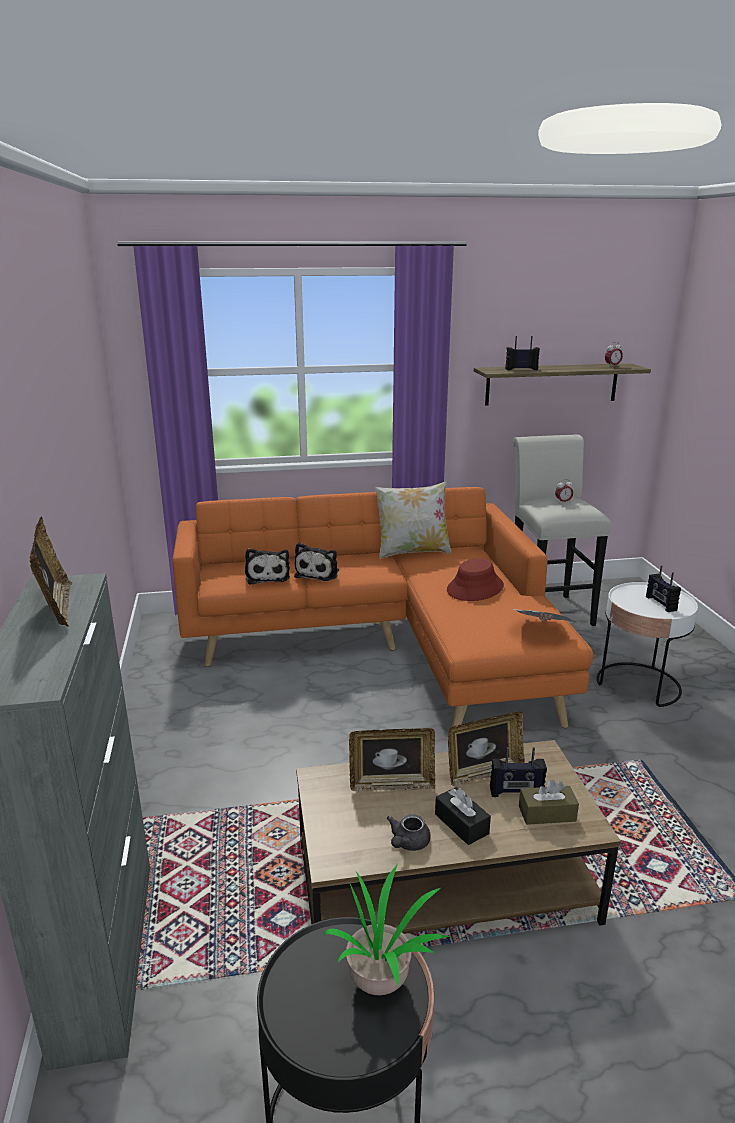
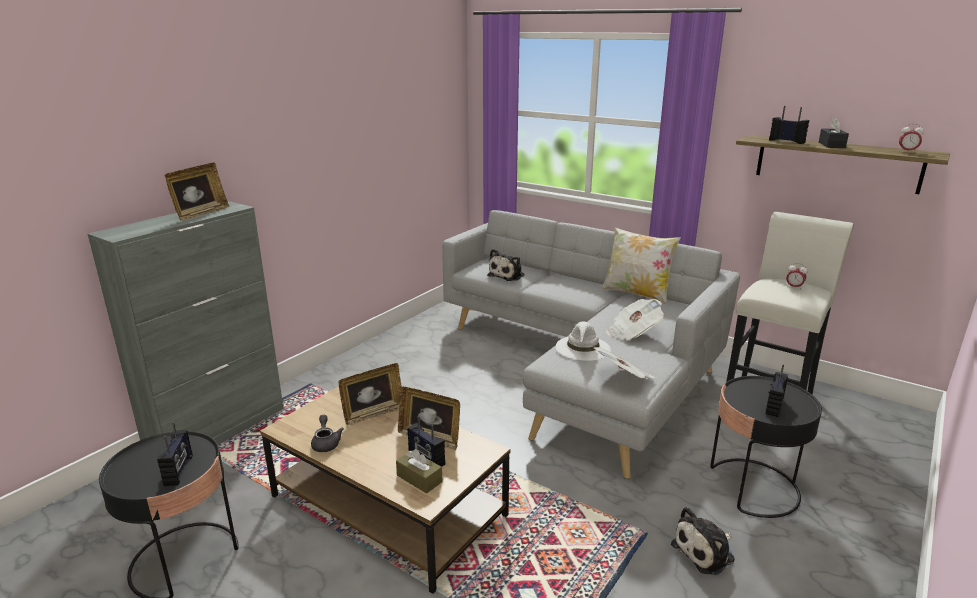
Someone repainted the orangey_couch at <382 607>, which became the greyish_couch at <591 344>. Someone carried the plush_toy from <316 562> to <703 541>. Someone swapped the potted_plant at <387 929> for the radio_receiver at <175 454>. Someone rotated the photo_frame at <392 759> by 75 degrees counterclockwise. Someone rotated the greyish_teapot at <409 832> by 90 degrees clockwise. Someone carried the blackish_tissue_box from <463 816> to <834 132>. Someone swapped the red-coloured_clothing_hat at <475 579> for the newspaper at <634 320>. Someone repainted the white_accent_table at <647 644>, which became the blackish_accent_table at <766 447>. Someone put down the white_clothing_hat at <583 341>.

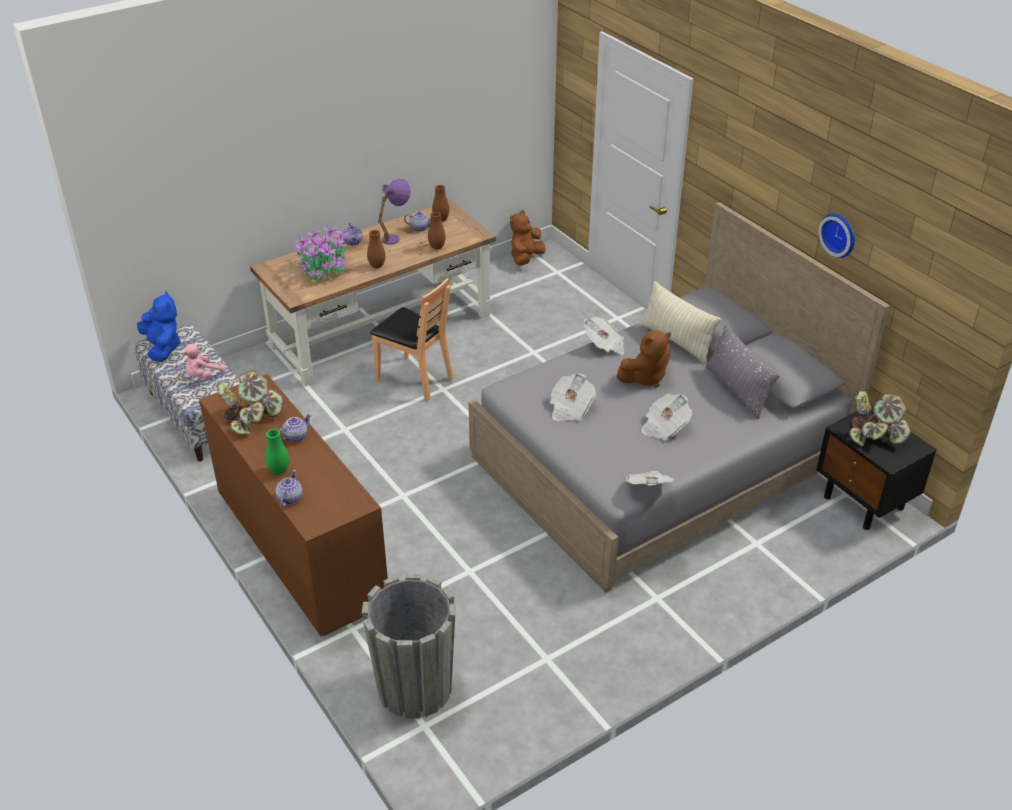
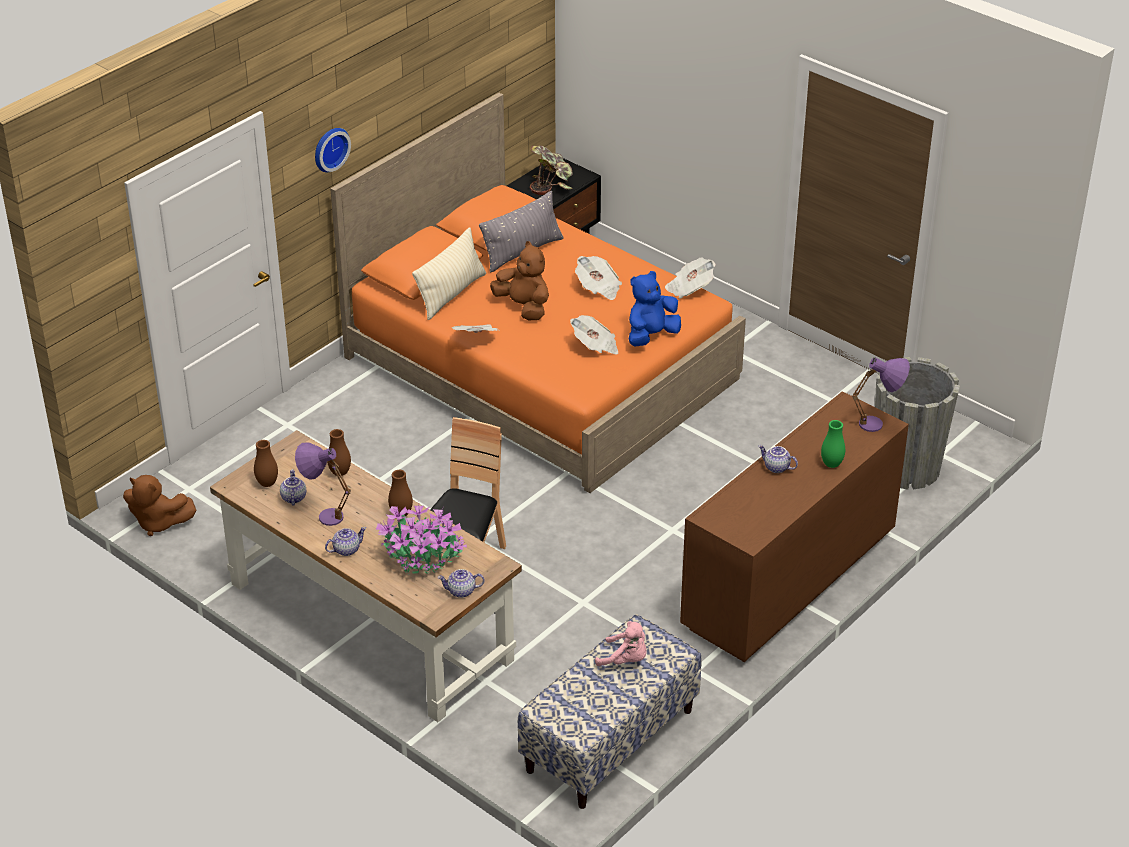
Someone carried the blue-coloured_plush_toy from <159 326> to <655 309>. Someone took away the potted_plant at <251 403>. Someone carried the teapot from <289 488> to <461 583>. Someone repainted the greyish_bedroom_bed at <679 397>, which became the orangey_bedroom_bed at <538 293>. Someone carried the wall_clock from <836 235> to <333 150>. Someone put down the purple-coloured_lamp_for_a_table at <881 395>.

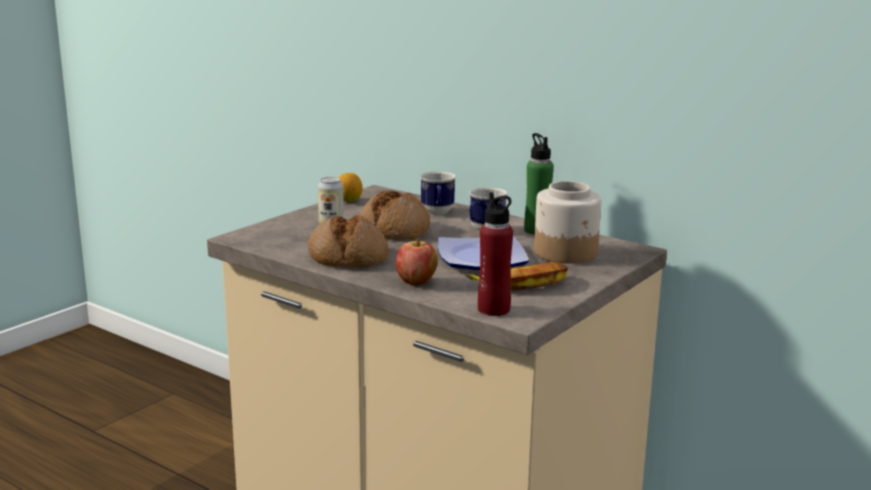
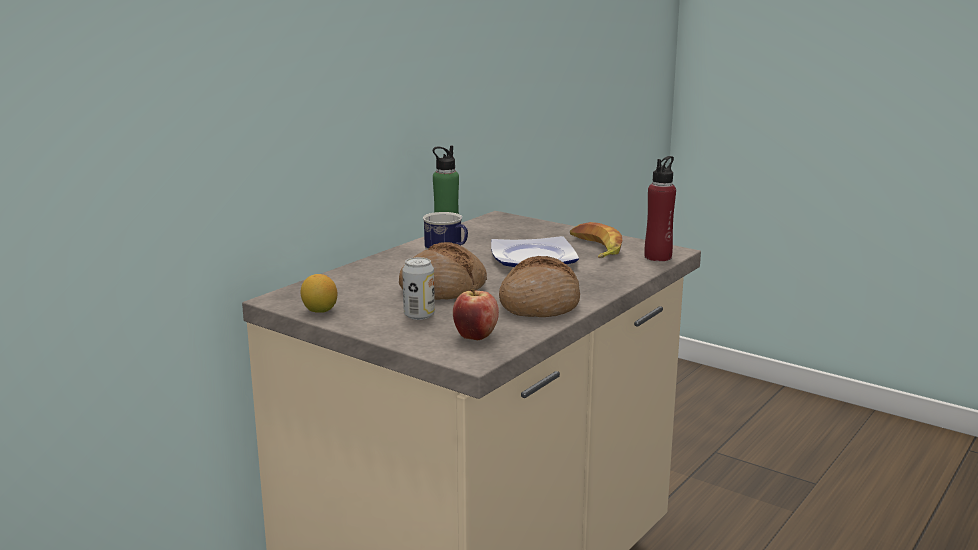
Someone carried the apple_fruit from <417 262> to <476 314>. Someone took away the coffee_mug at <438 193>. Someone took away the preserve_jar at <567 222>.

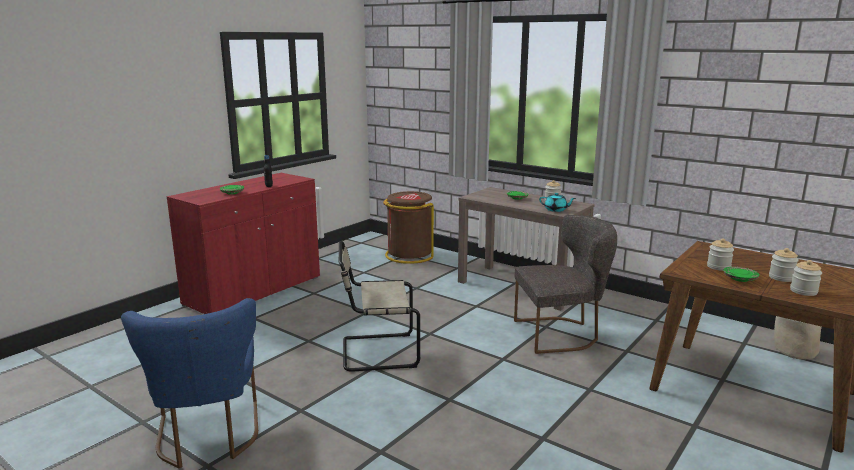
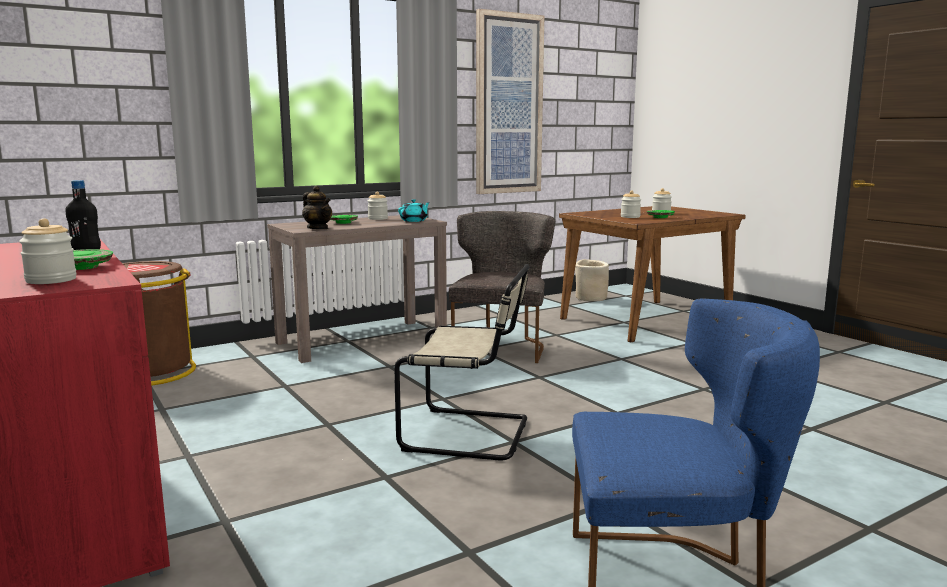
Someone rotated the beige_upright_chair at <379 306> by 90 degrees counterclockwise. Someone carried the preserve_jar from <806 278> to <48 251>. Someone put down the teapot at <317 207>. Someone put up the wall_art at <510 101>.

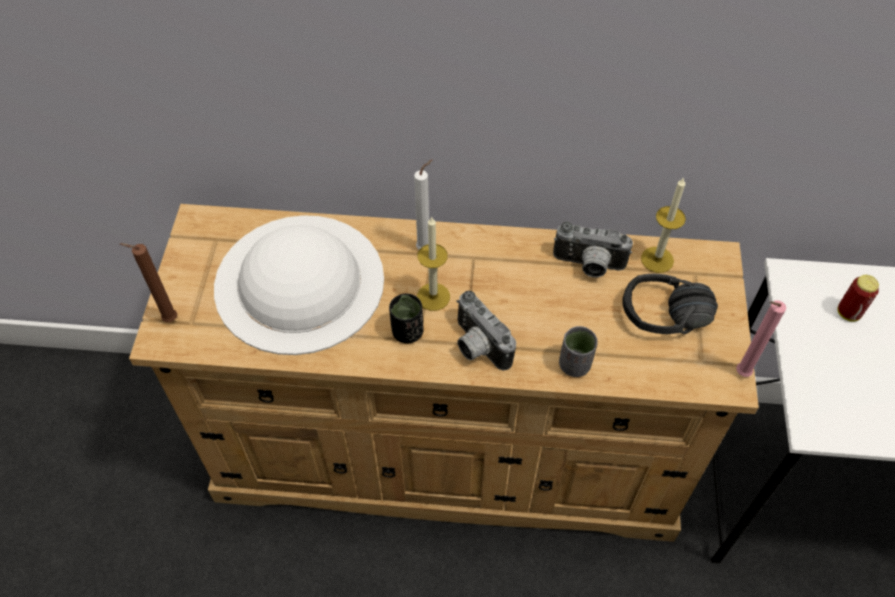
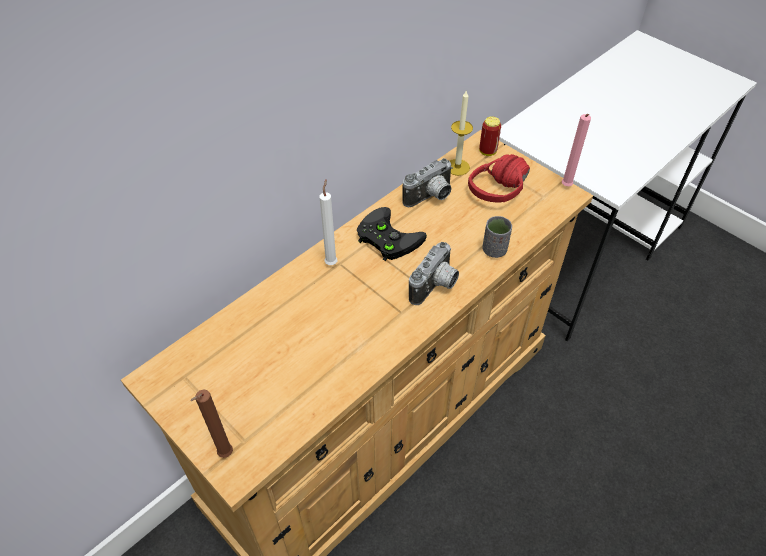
Someone took away the white_clothing_hat at <299 285>. Someone took away the blackish_drinking_cup at <406 318>. Someone took away the candle at <433 263>. Someone rotated the still_camera at <486 330> by 60 degrees counterclockwise. Someone repainted the blackish_headset at <670 304>, which became the red-coloured_headset at <499 178>. Someone carried the sealed_can from <858 298> to <490 136>. Someone put down the blackish_joypad at <392 234>.

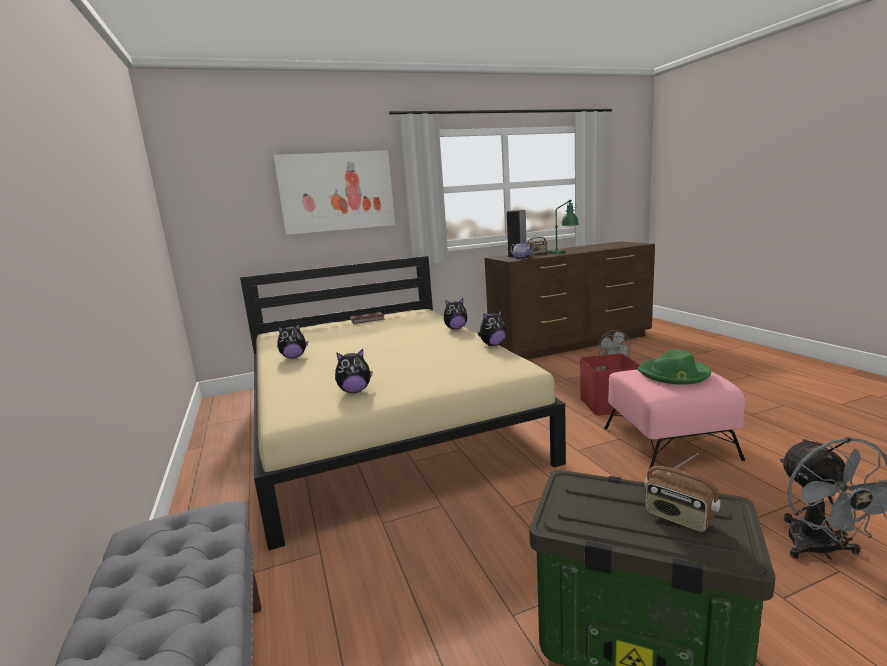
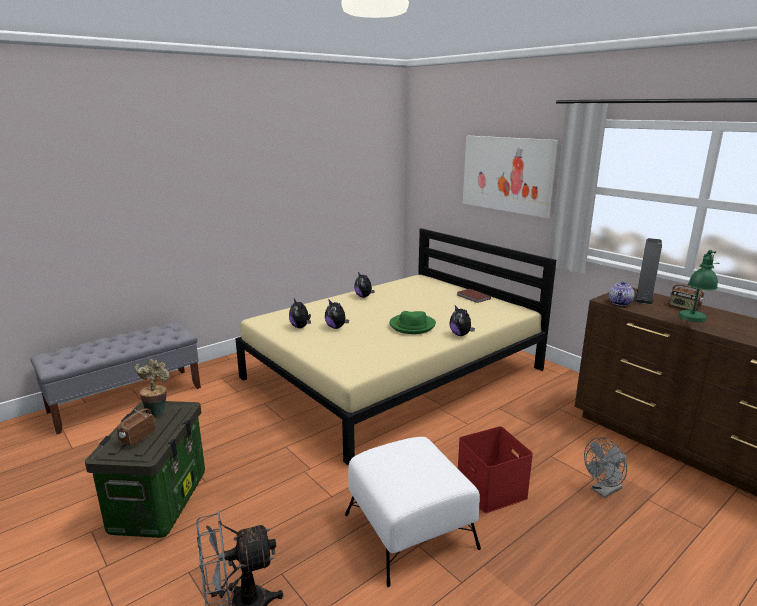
Someone carried the plush_toy from <492 327> to <337 314>. Someone repainted the pink_pouffe at <674 419>, which became the white_pouffe at <413 512>. Someone carried the green_clothing_hat from <674 367> to <412 322>. Someone put down the potted_plant at <152 388>.

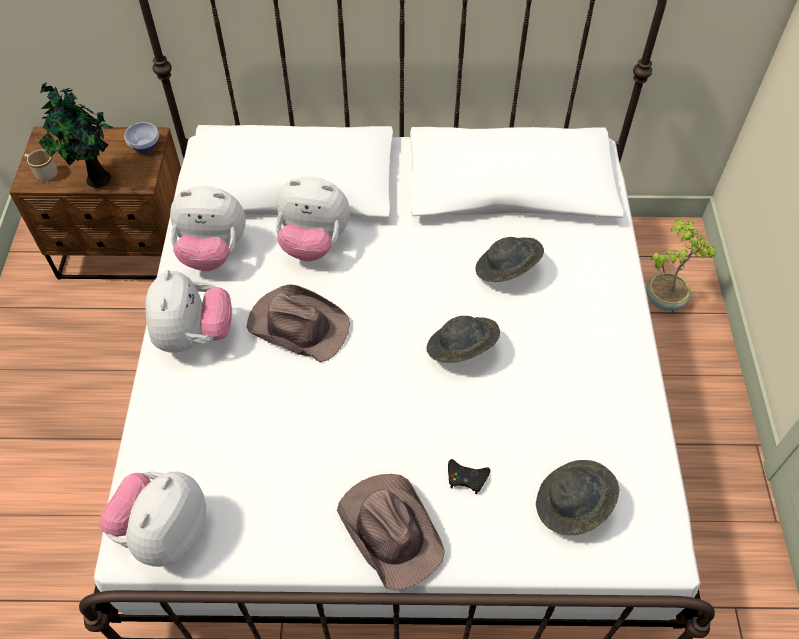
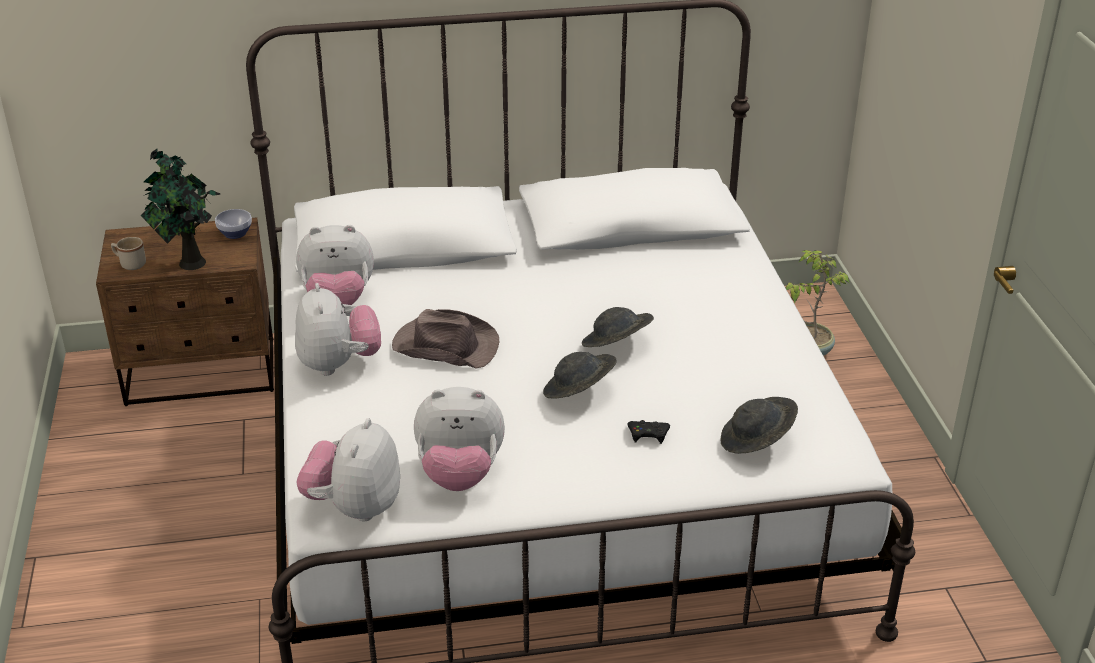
Someone carried the plush_toy from <313 218> to <459 439>. Someone took away the brown_clothing_hat at <391 532>. Someone carried the greyish_clothing_hat from <509 259> to <579 375>.

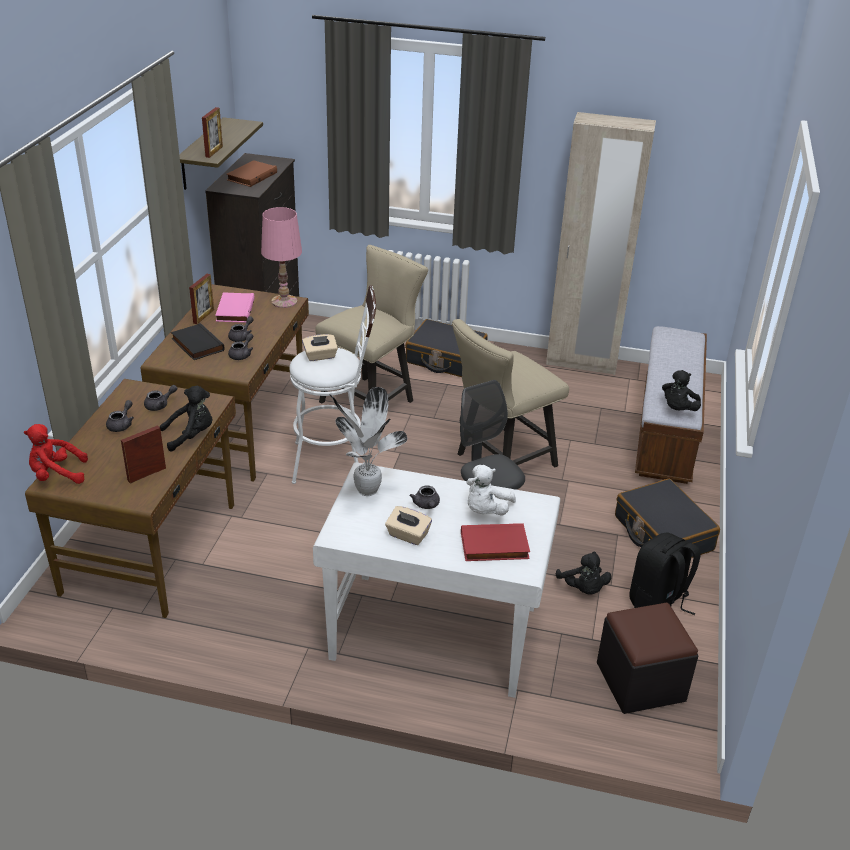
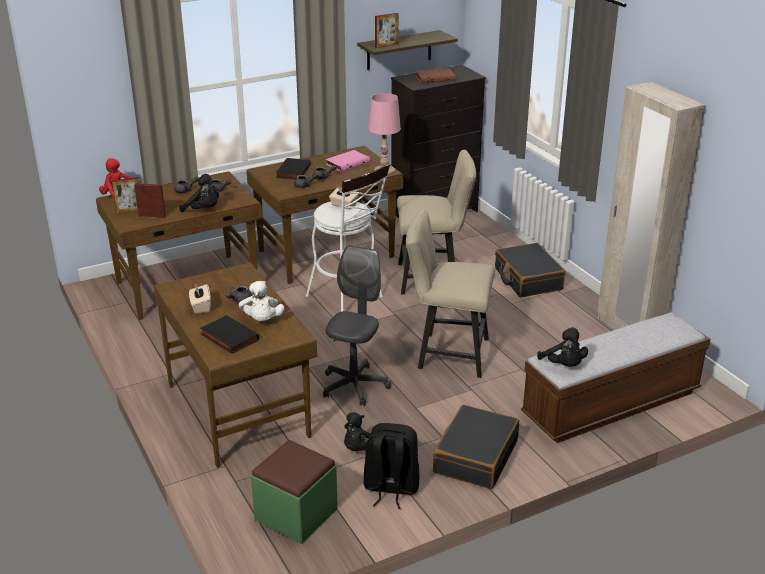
Someone carried the photo_frame from <201 299> to <126 195>. Someone repainted the white_desk at <436 580>, which became the brown_desk at <235 365>. Someone took away the potted_plant at <368 441>. Someone repainted the red-coloured_volume at <495 542>, which became the blackish_volume at <229 334>. Someone rotated the white_plush_toy at <491 490> by 90 degrees counterclockwise. Someone repainted the blackish_pouffe at <647 658>, which became the green_pouffe at <294 492>. Someone rotated the blackish_plush_toy at <681 390> by 105 degrees counterclockwise.

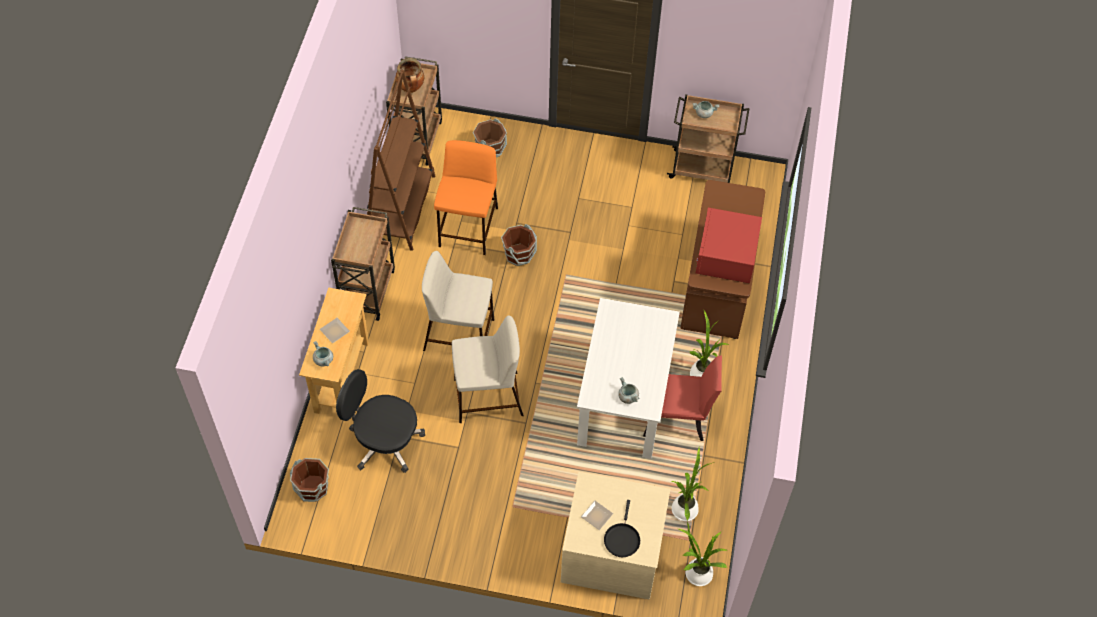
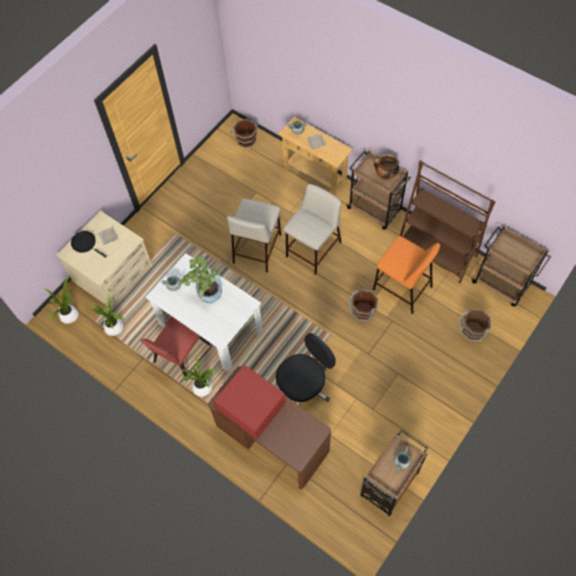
Someone carried the blackish_computer_chair from <380 421> to <306 369>. Someone carried the cooking_pot from <409 75> to <386 166>. Someone put down the potted_plant at <201 279>.

